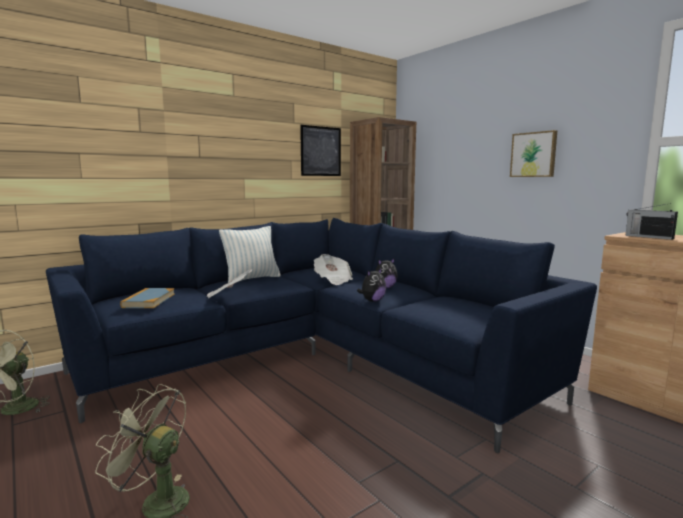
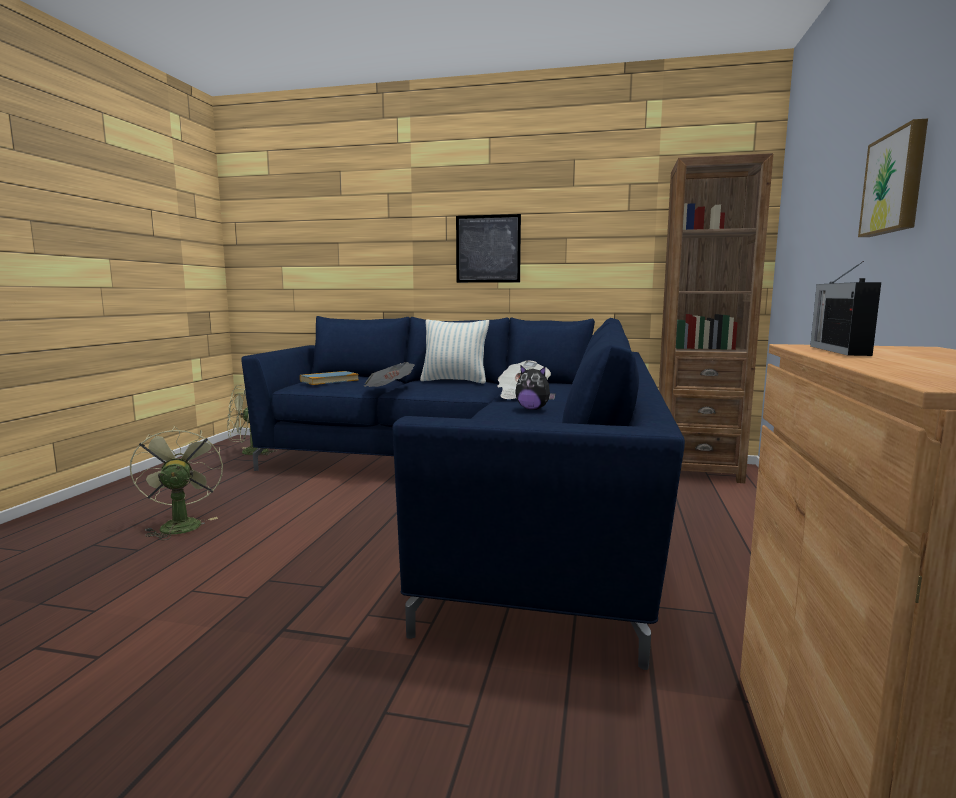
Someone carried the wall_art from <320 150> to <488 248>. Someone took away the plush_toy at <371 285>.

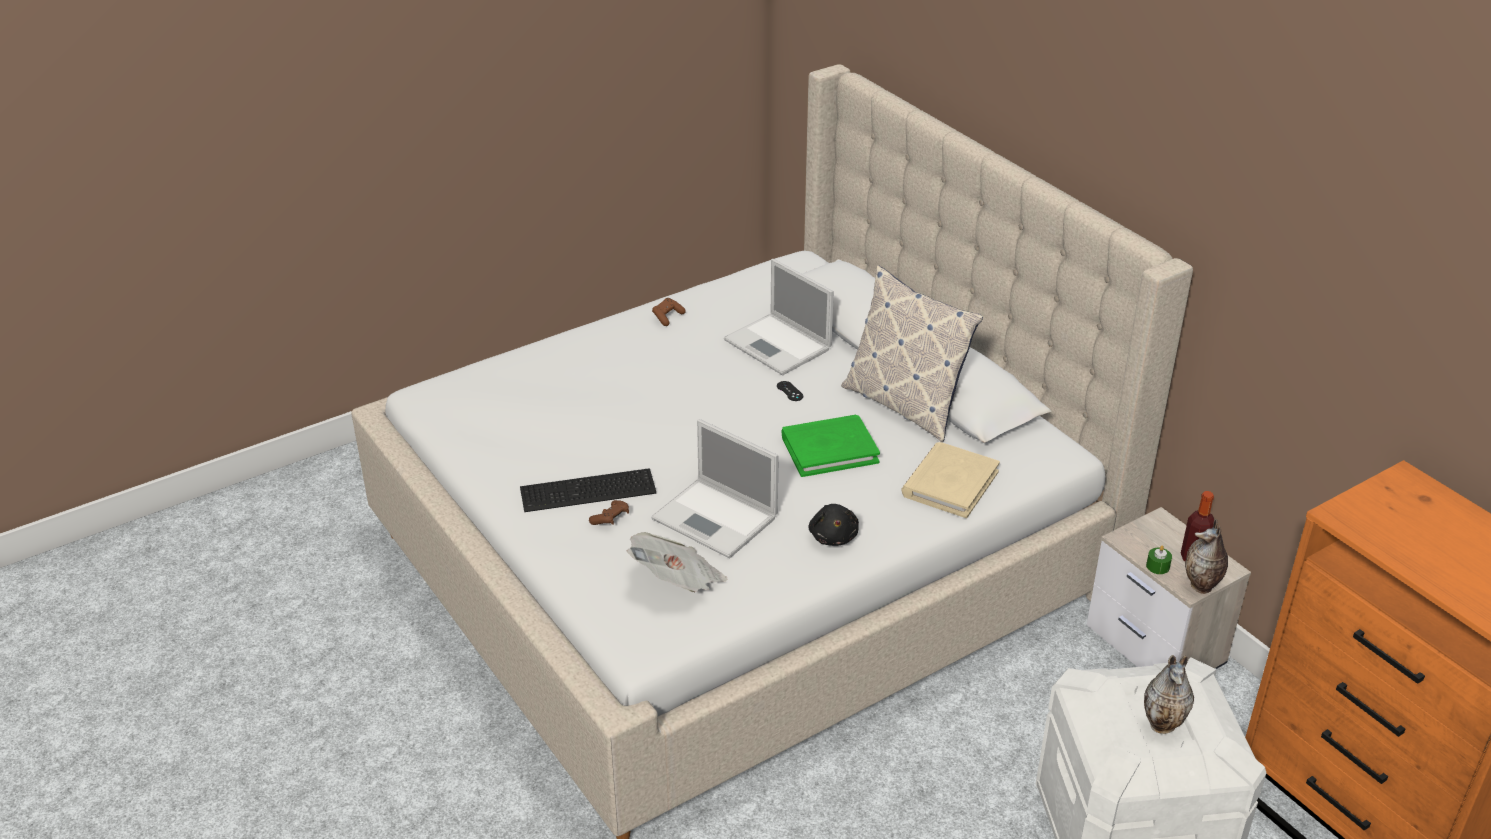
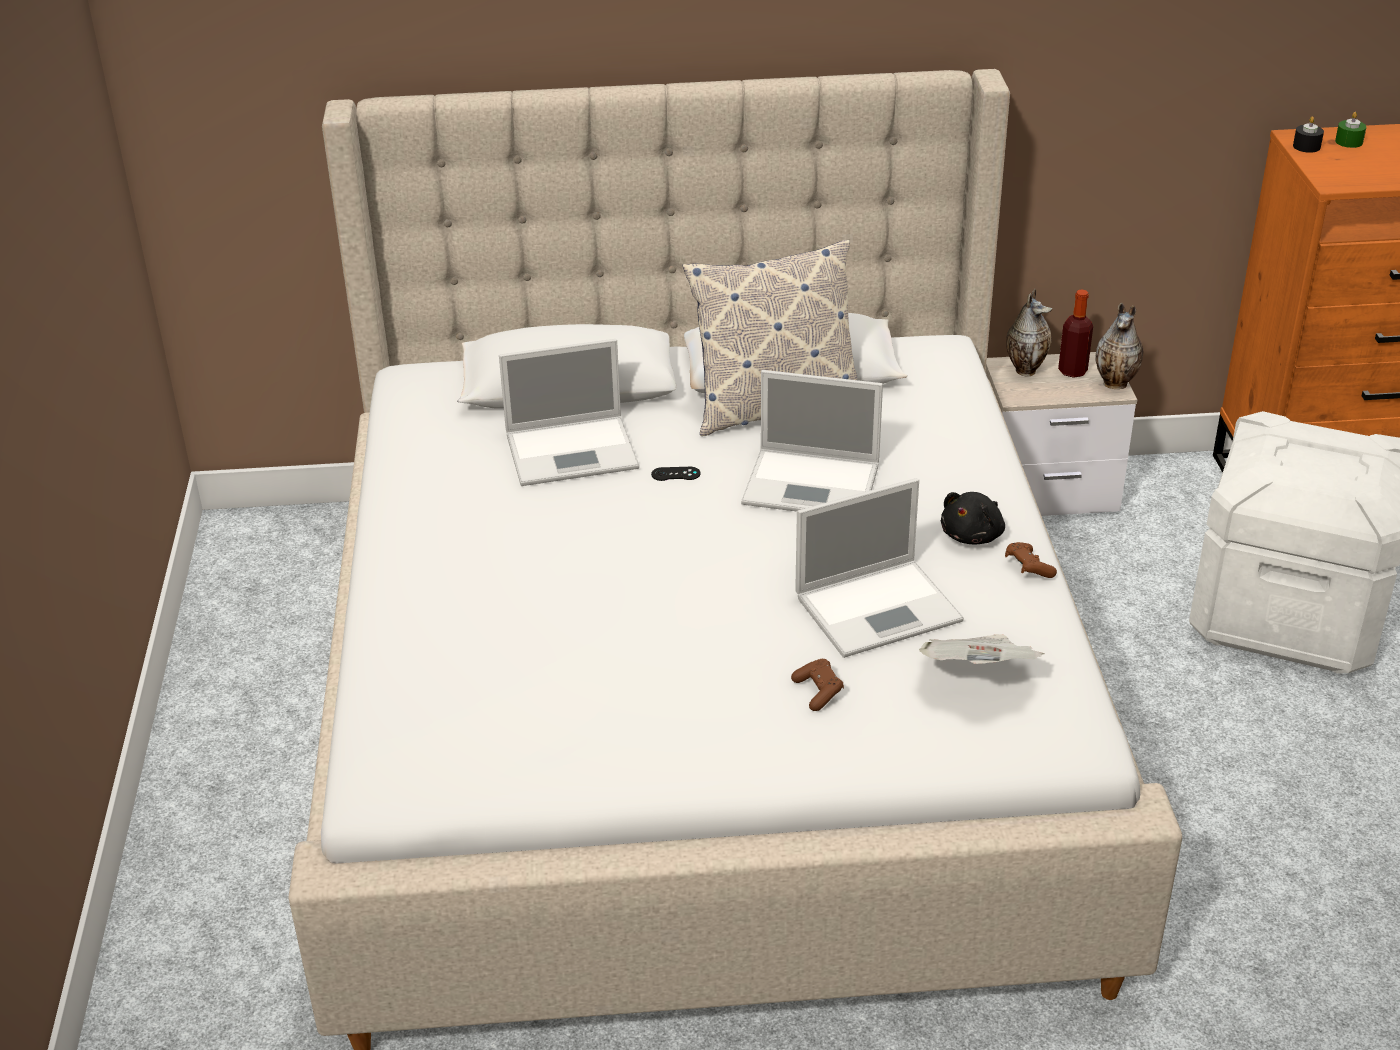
Someone took away the keyboard at <588 490>. Someone carried the brown_joypad from <669 312> to <1031 560>. Someone swapped the green_volume at <831 446> for the portable_computer at <812 441>. Someone rotated the blackish_plush_toy at <833 525> by 105 degrees clockwise. Someone took away the beige_volume at <950 480>. Someone carried the decorative_vase from <1169 694> to <1029 333>. Someone carried the green_candle from <1159 560> to <1350 130>. Someone put down the blackish_candle at <1308 134>.

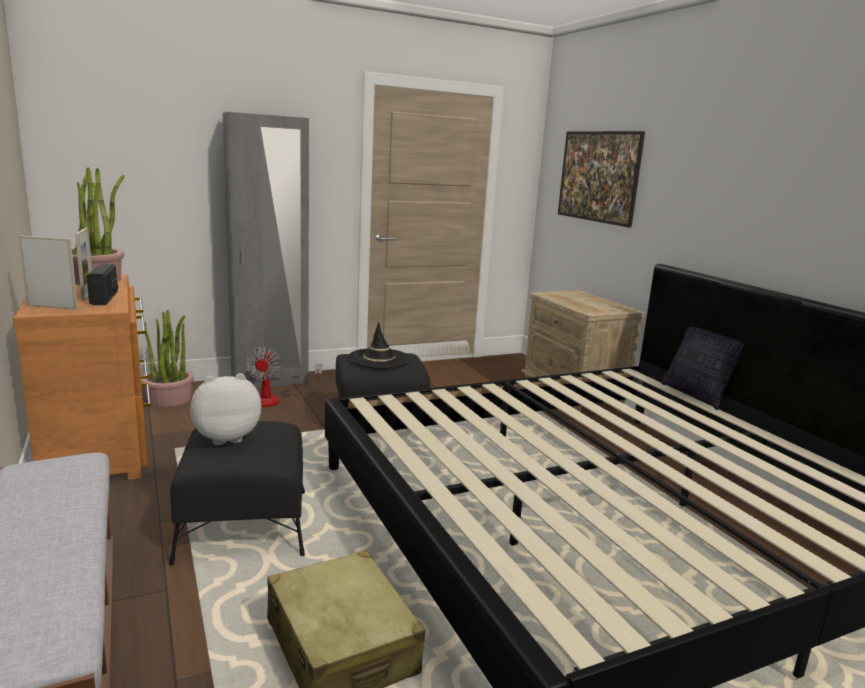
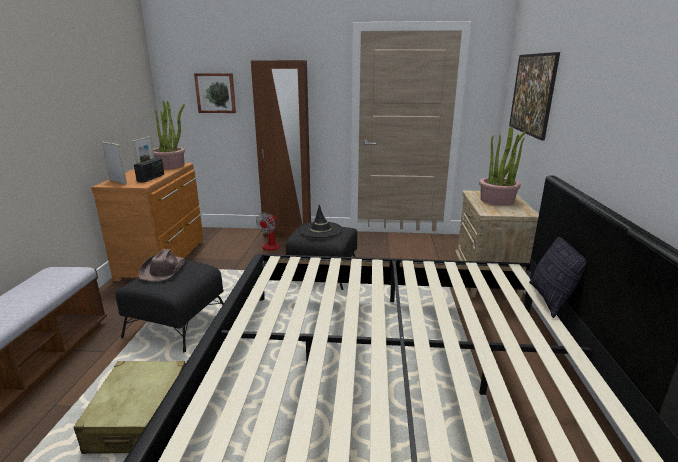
Someone carried the potted_plant from <167 358> to <502 165>. Someone swapped the plush_toy at <225 409> for the brown_clothing_hat at <163 265>. Someone repainted the greyish_clothes_cupboard at <266 250>, which became the brown_clothes_cupboard at <281 149>. Someone put up the wall_art at <215 93>.

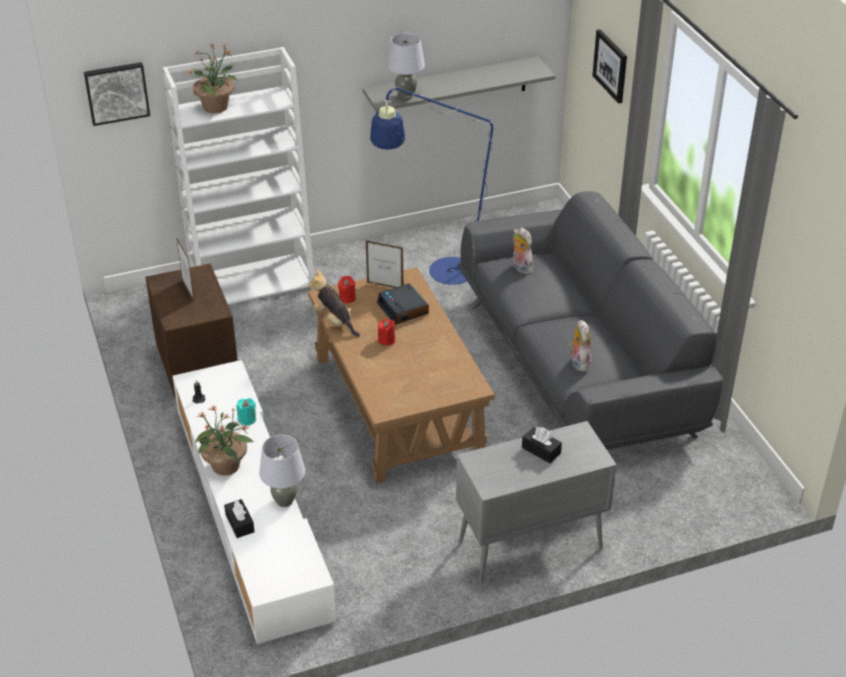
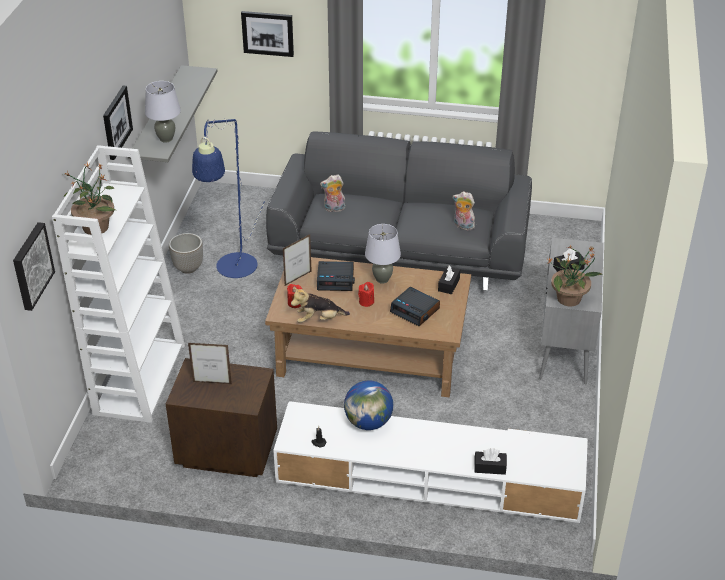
Someone carried the potted_plant from <225 441> to <575 276>. Someone swapped the turquoise-coloured_candle at <246 412> for the world_globe at <368 405>. Someone carried the greyish_lamp_for_a_table from <282 471> to <383 254>. Someone put up the wall_art at <118 122>. Someone put down the plant_pot at <186 253>. Someone put down the alarm_clock at <415 306>. Someone put down the blackish_tissue_box at <449 279>.

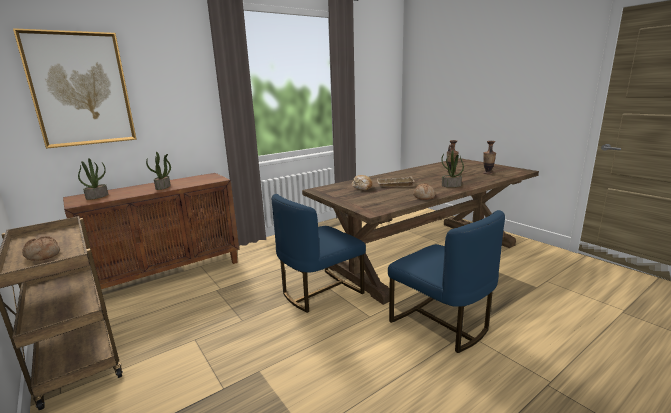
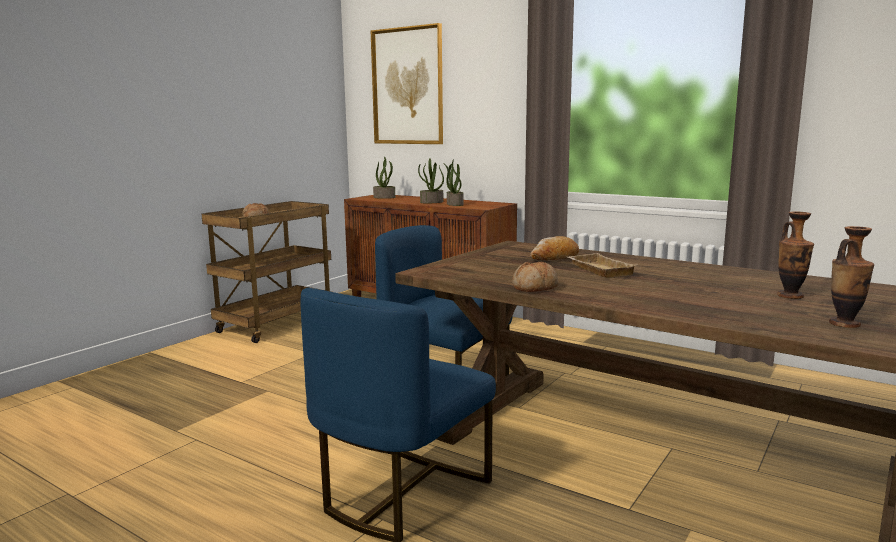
Someone carried the potted_plant from <452 168> to <453 182>.

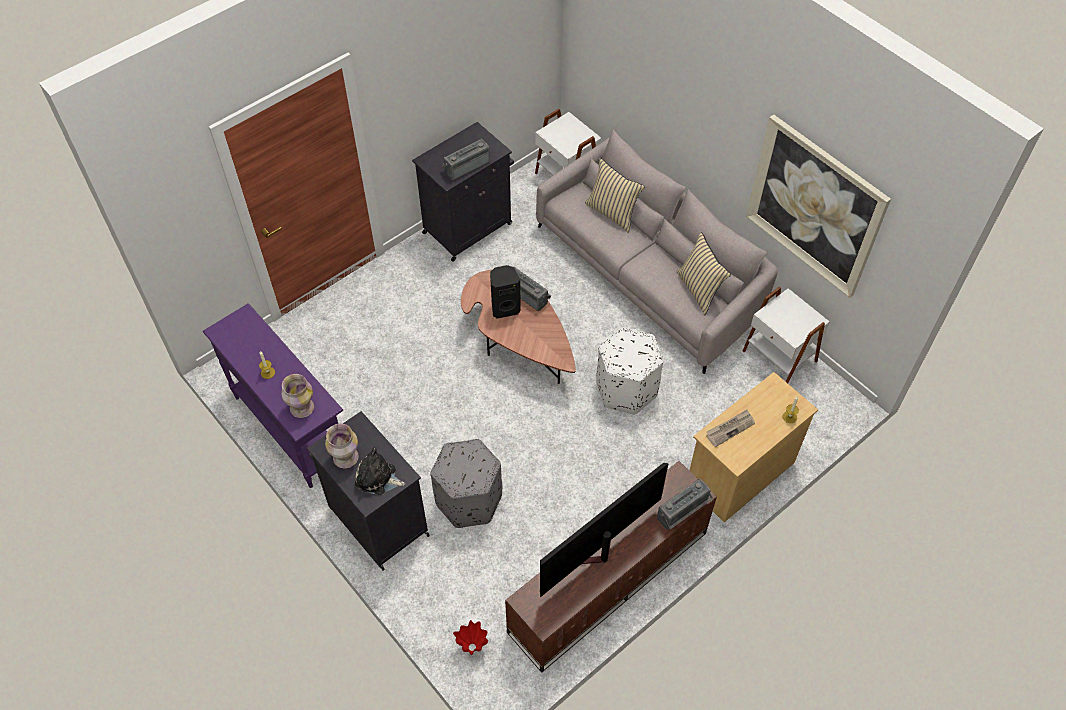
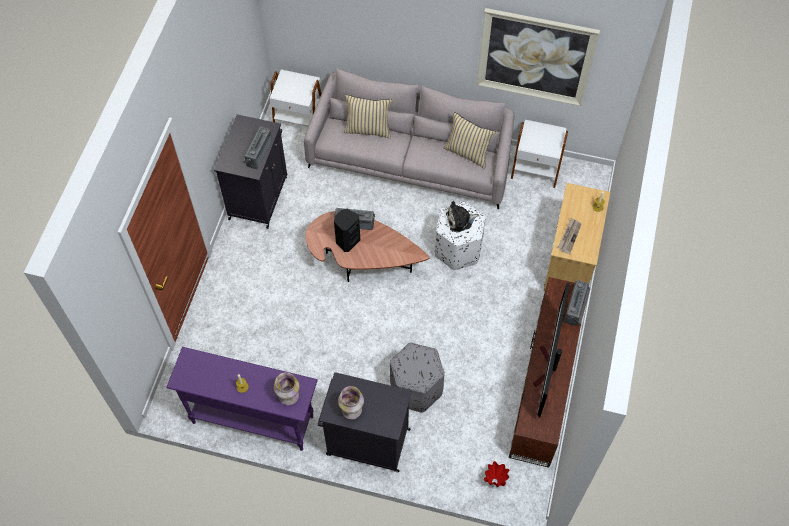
Someone carried the plush_toy from <380 471> to <462 216>.

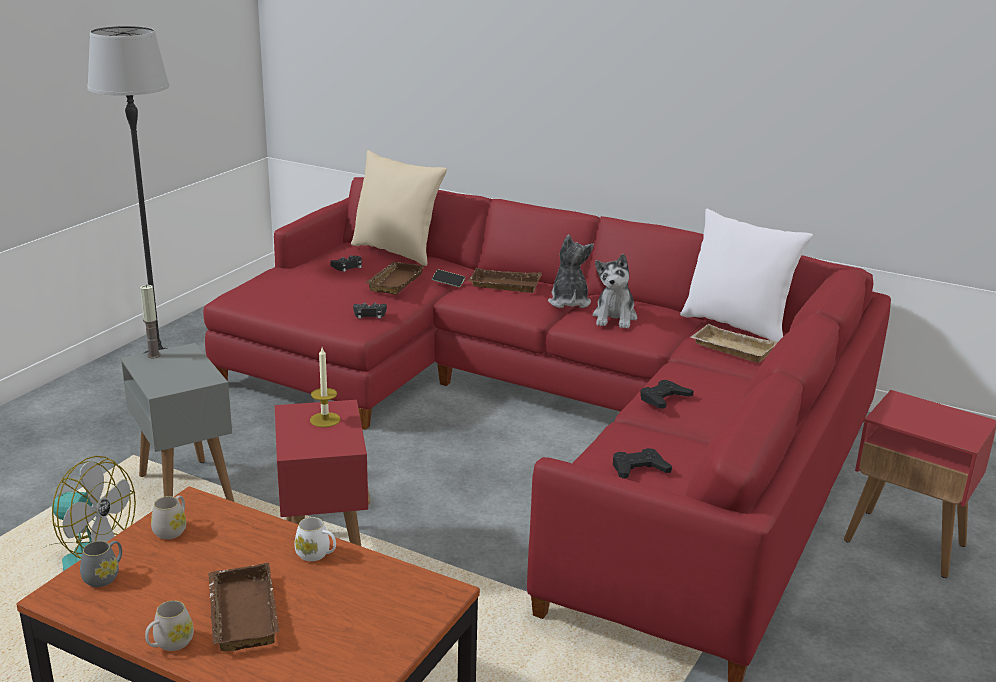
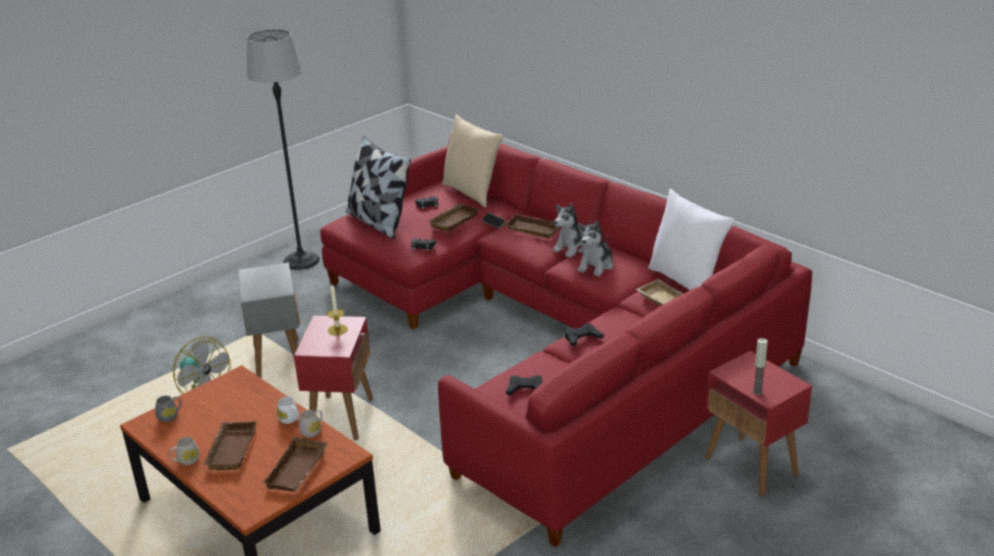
Someone carried the candle from <150 321> to <760 366>. Someone carried the white_coffee_mug from <168 517> to <311 424>. Someone rotated the plush_toy at <571 271> by 150 degrees counterclockwise. Someone put down the brown_tray at <295 464>. Someone put down the cushion at <378 187>.

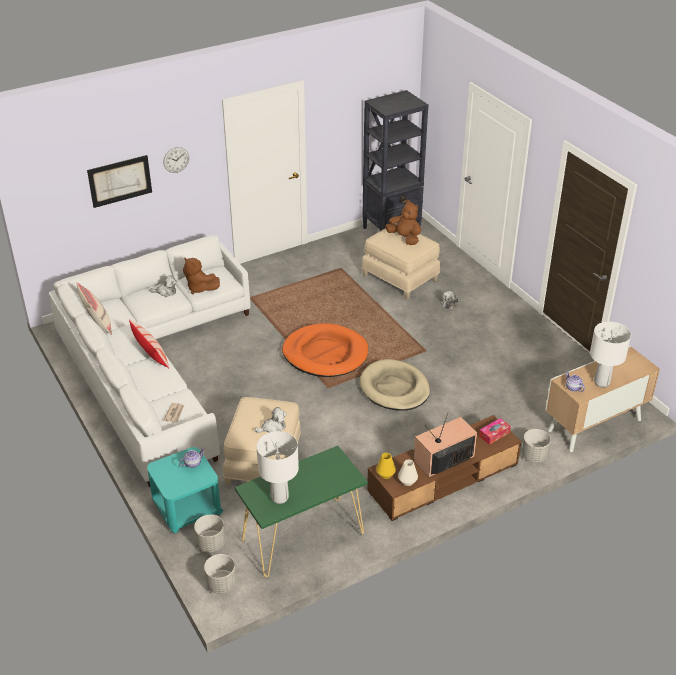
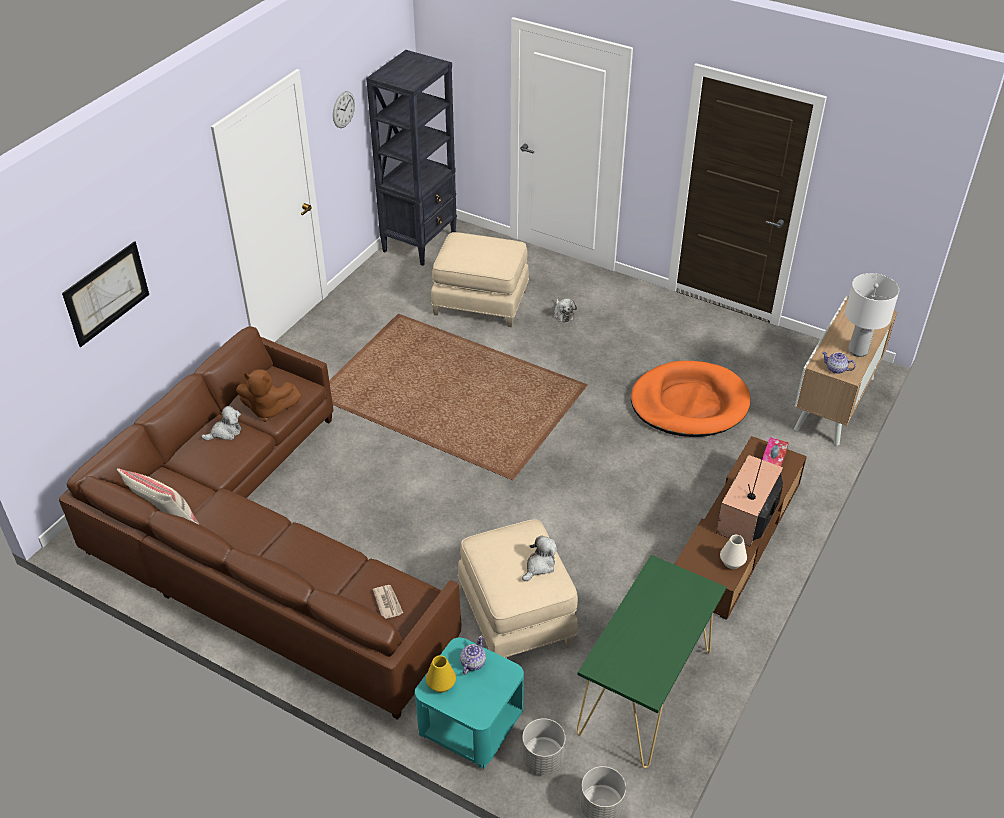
Someone repainted the white_couch at <149 361>, which became the brown_couch at <260 523>. Someone took away the cushion at <149 344>. Someone carried the wall_clock from <176 160> to <344 109>. Someone took away the white_lamp_for_a_table at <277 467>. Someone carried the orangey_dog_cushion from <325 350> to <690 399>. Someone took away the beige_dog_cushion at <395 385>. Someone carried the yellow_decorative_vase from <386 466> to <441 674>. Someone took away the brown_plush_toy at <403 222>. Someone took away the greyish_plant_pot at <536 446>.

